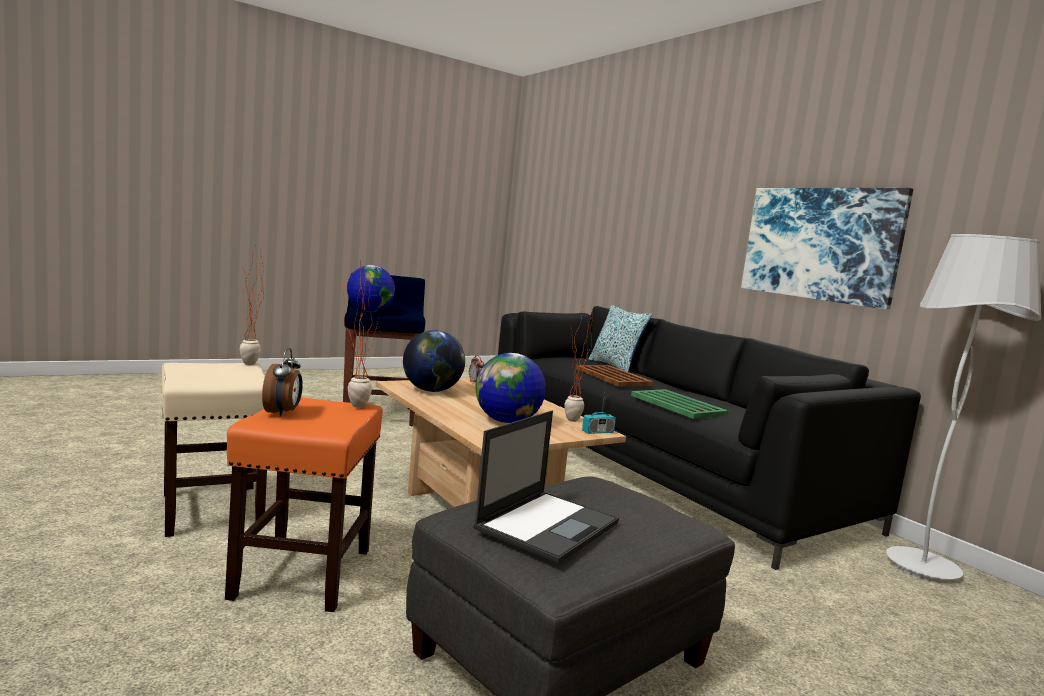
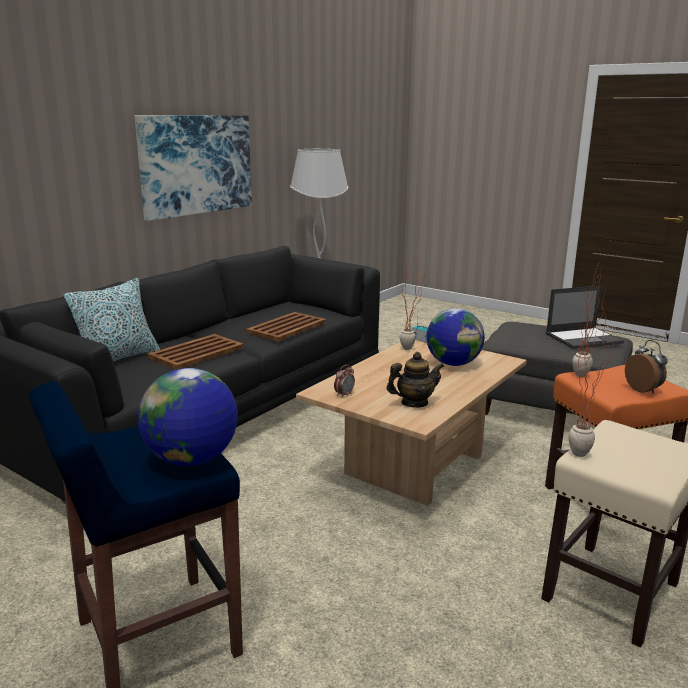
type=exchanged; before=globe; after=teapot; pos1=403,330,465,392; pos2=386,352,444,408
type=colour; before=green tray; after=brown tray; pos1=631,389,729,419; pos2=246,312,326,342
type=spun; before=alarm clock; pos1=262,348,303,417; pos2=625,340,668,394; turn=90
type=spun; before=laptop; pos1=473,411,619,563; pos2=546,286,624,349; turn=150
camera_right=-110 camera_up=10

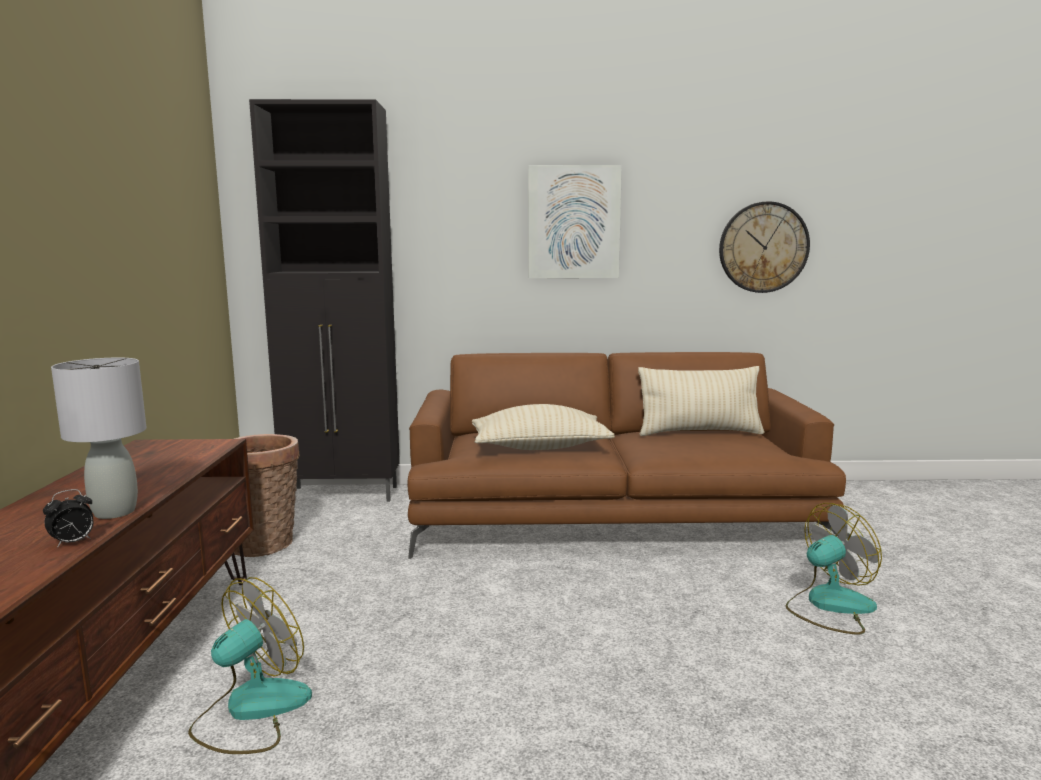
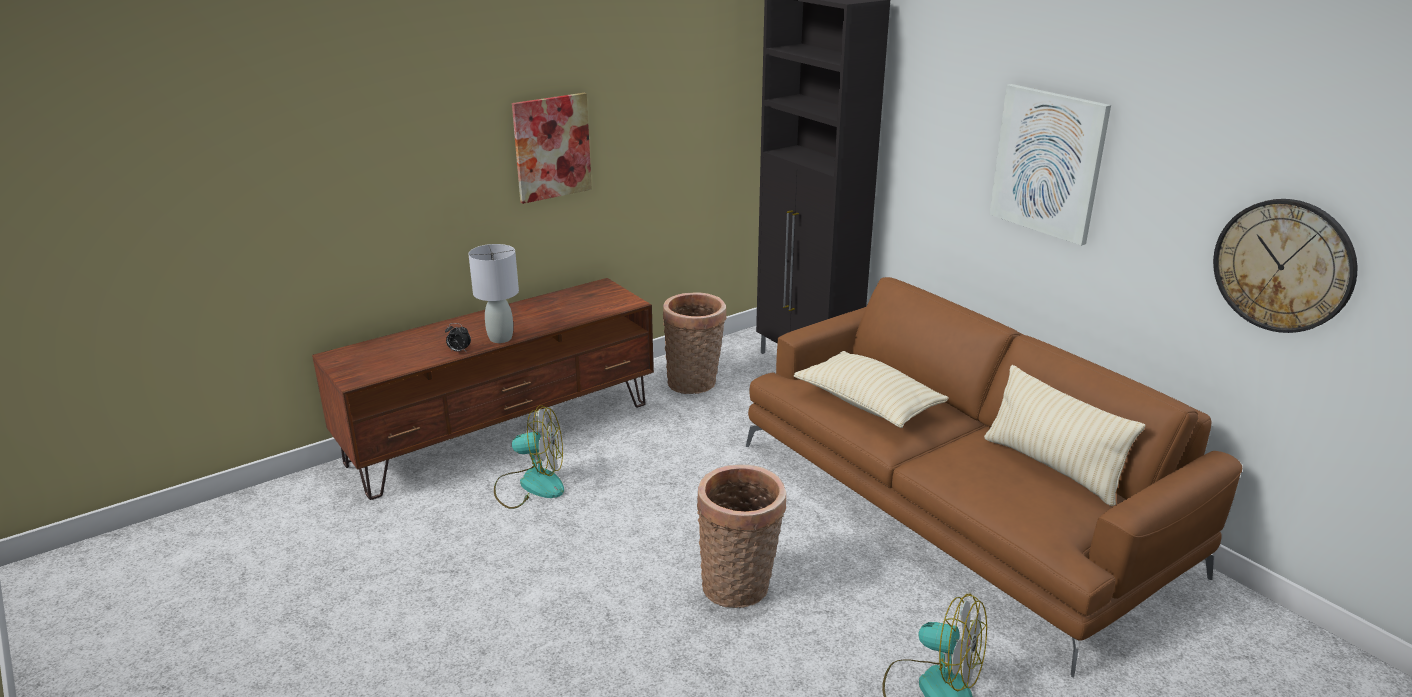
type=appeared; after=picture; pos2=512,93,592,204
type=appeared; after=basket; pos2=697,465,786,608
camera_right=55 camera_up=15

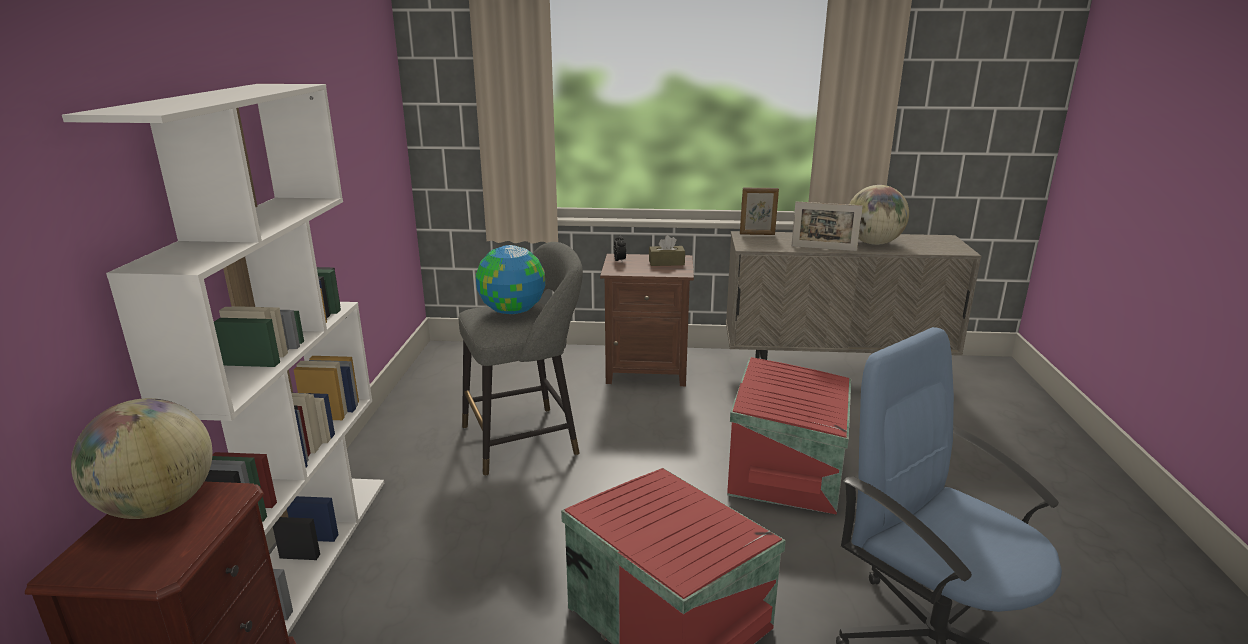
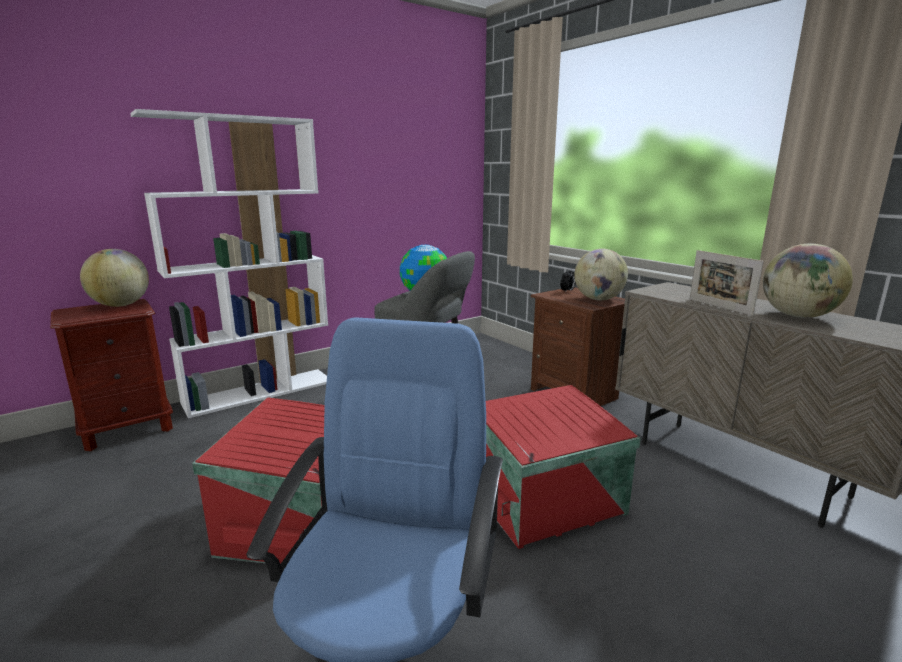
type=missing; before=picture frame; pos1=740,187,779,235
type=exchanged; before=brown tissue box; after=globe; pos1=649,235,685,266; pos2=574,249,628,300
camera_right=50 camera_up=-5

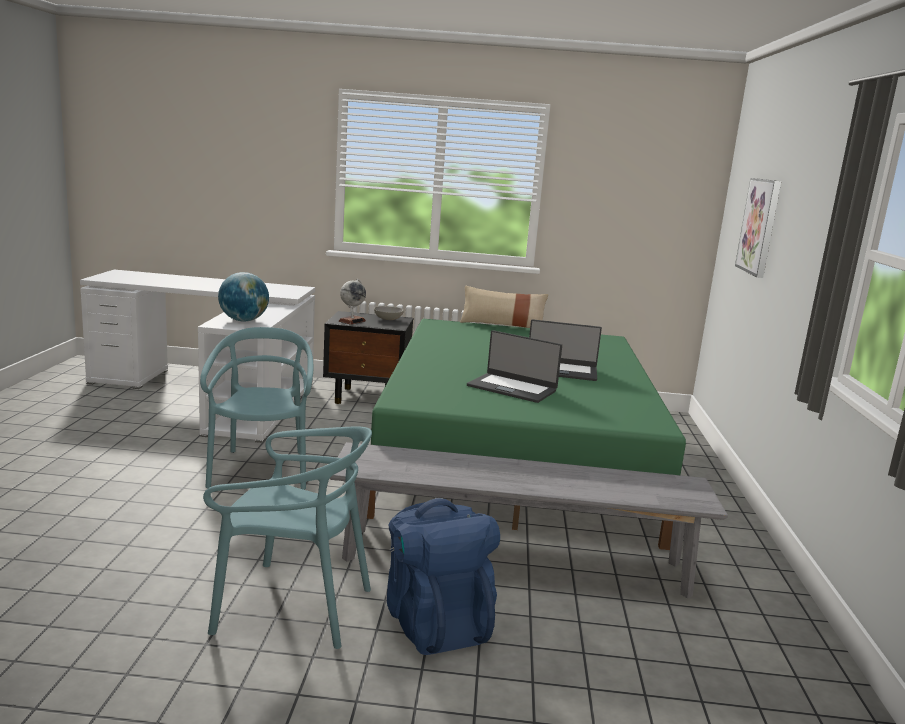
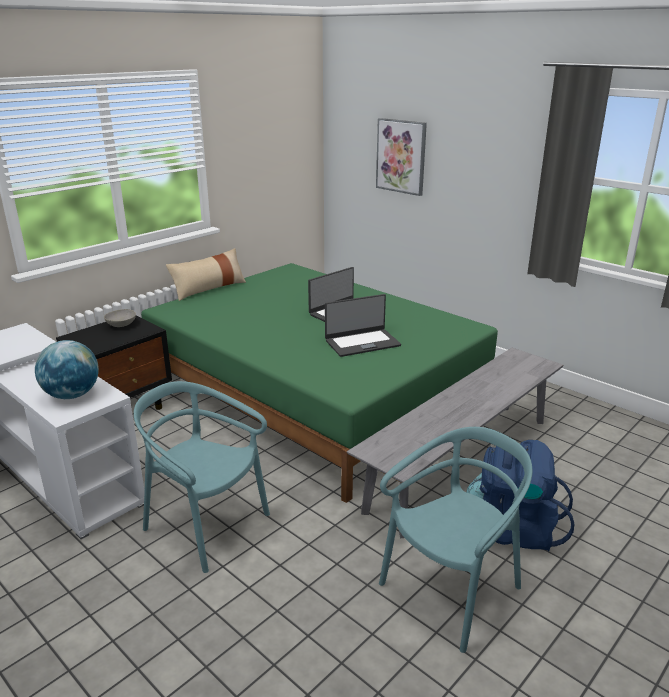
type=missing; before=globe; pos1=338,279,366,325
camera_right=-50 camera_up=10

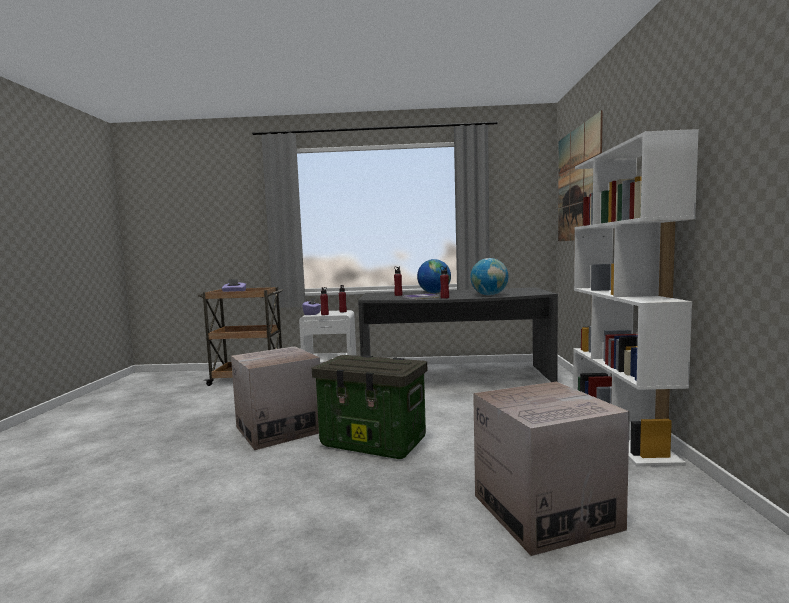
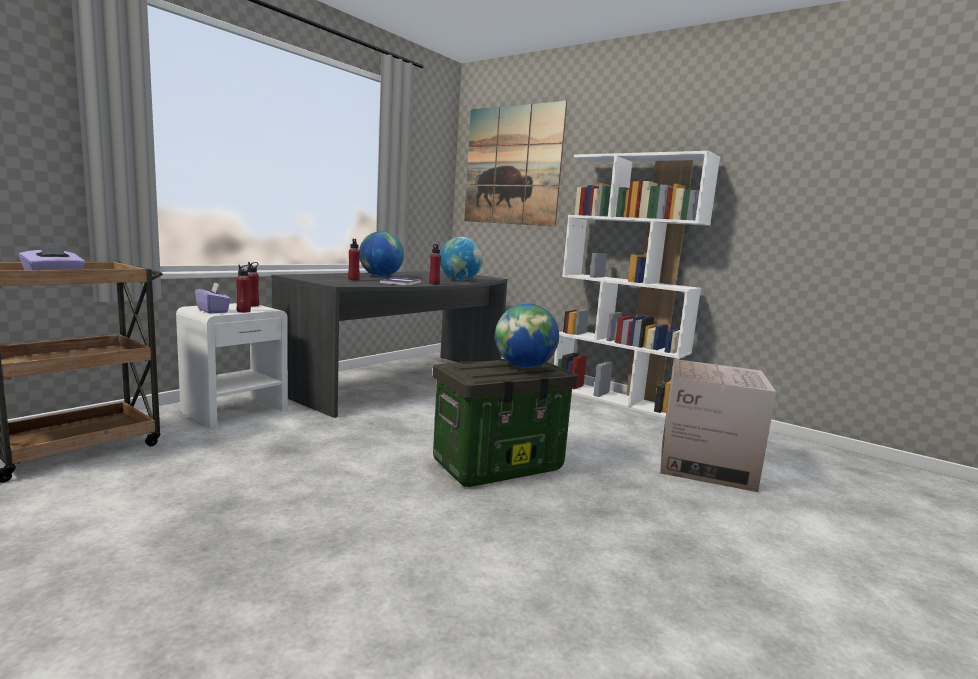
type=missing; before=cardboard box; pos1=231,346,320,450
type=appeared; after=globe; pos2=495,303,559,368
camera_right=-55 camera_up=5

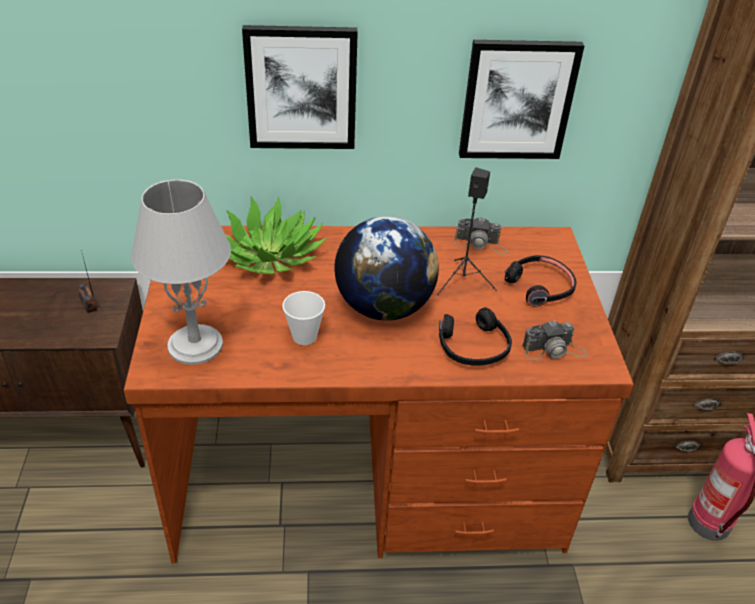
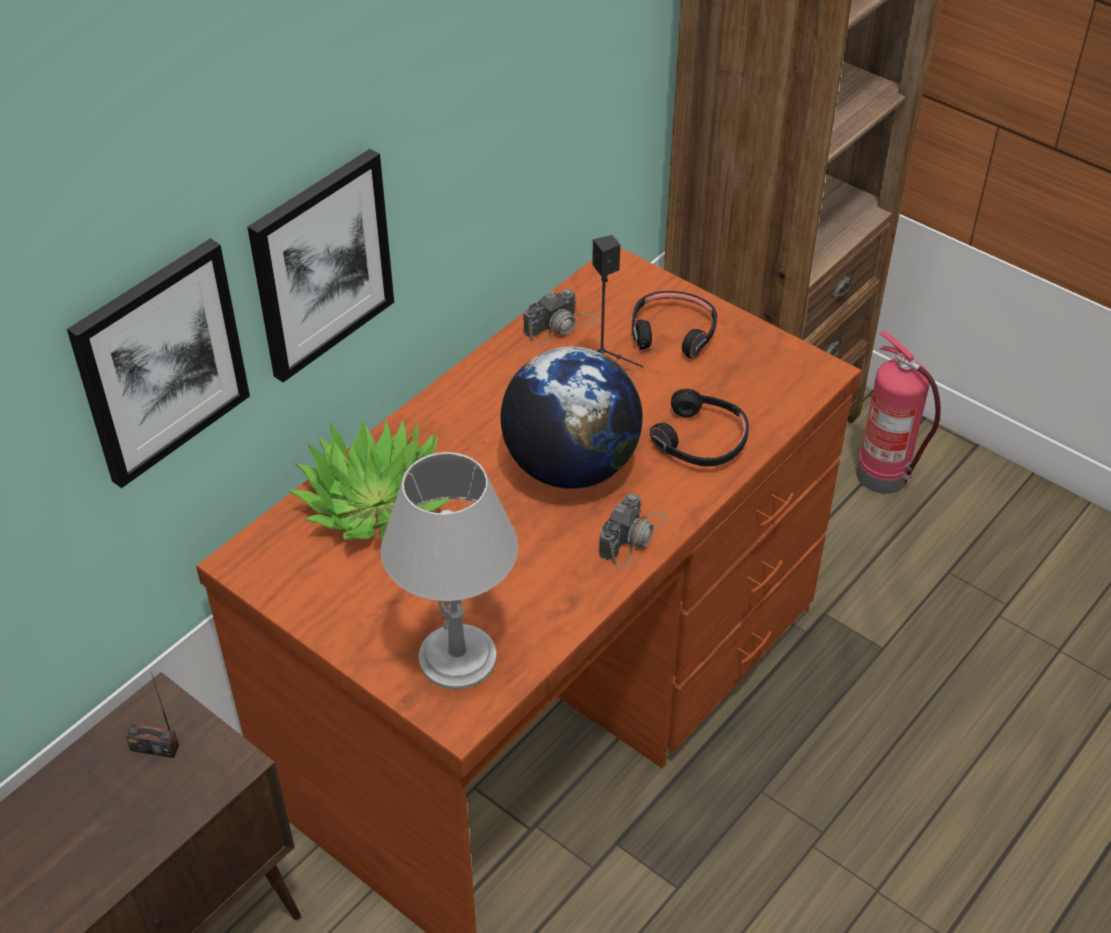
type=missing; before=cup; pos1=282,291,325,345
type=relocated; before=picture; pos1=459,40,584,159; pos2=67,239,250,488
type=relocated; before=photo camera; pos1=522,320,587,360; pos2=599,493,668,567
camera_right=-45 camera_up=5

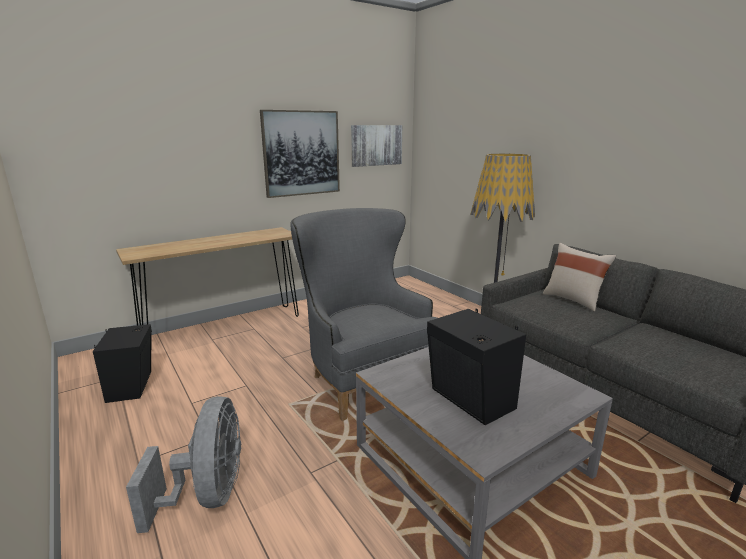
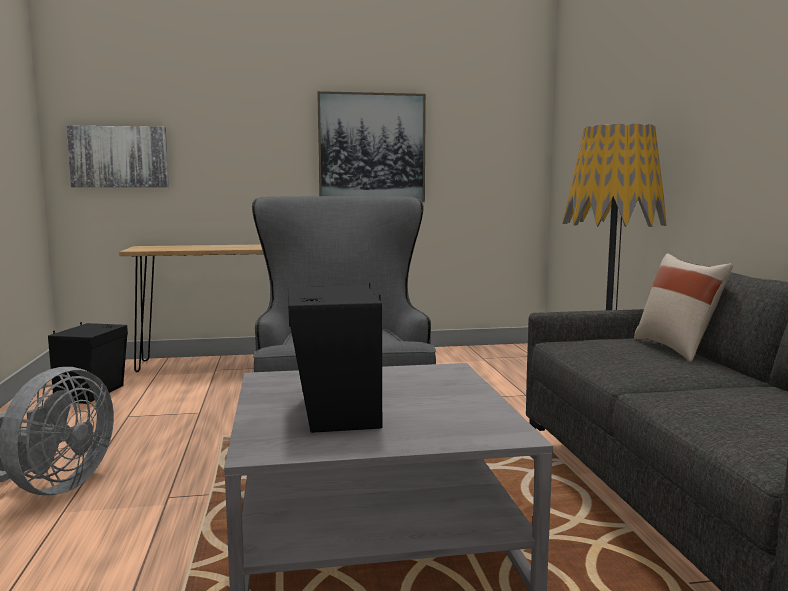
type=relocated; before=picture; pos1=351,125,402,167; pos2=66,125,169,187
camera_right=25 camera_up=-10

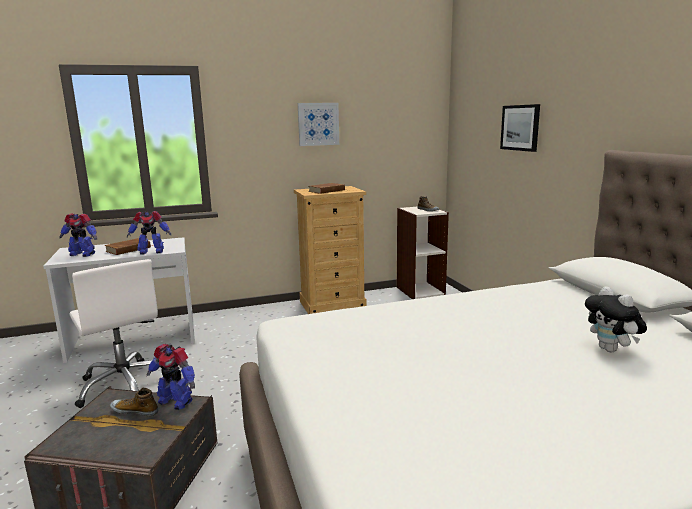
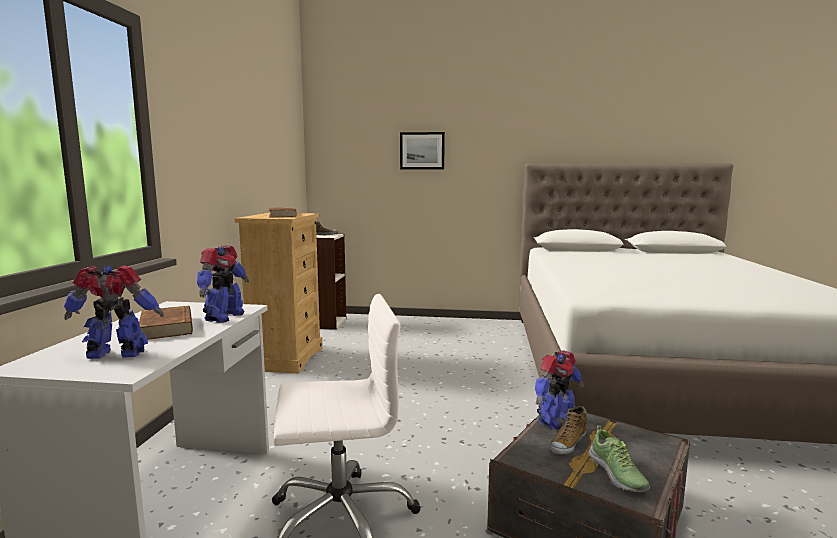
type=missing; before=picture; pos1=298,103,339,146
type=missing; before=plush toy; pos1=585,286,647,352
type=appeared; after=shoe; pos2=589,426,650,492
type=spun; before=toy robot; pos1=59,213,97,257; pos2=63,265,164,359; turn=-135
camera_right=-65 camera_up=-5

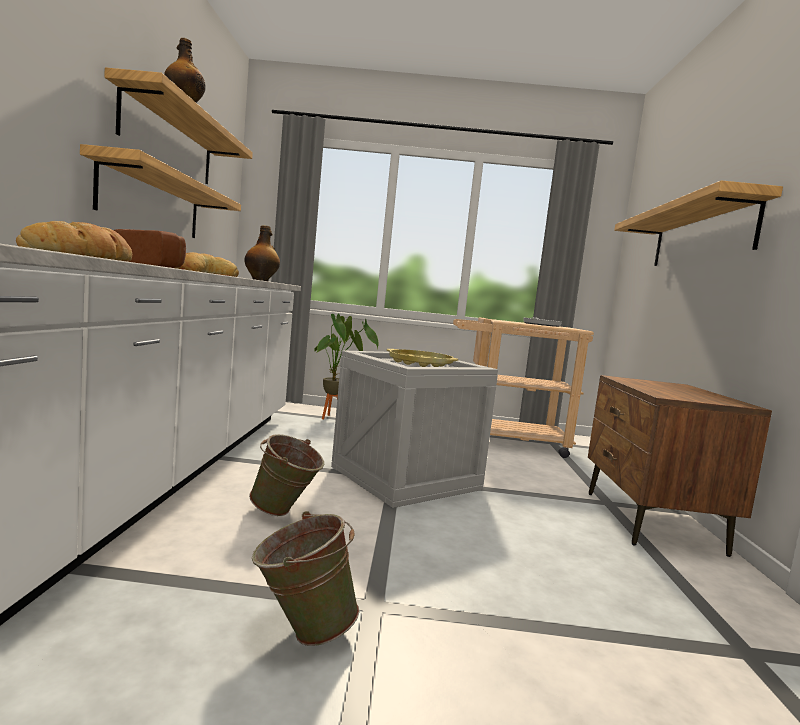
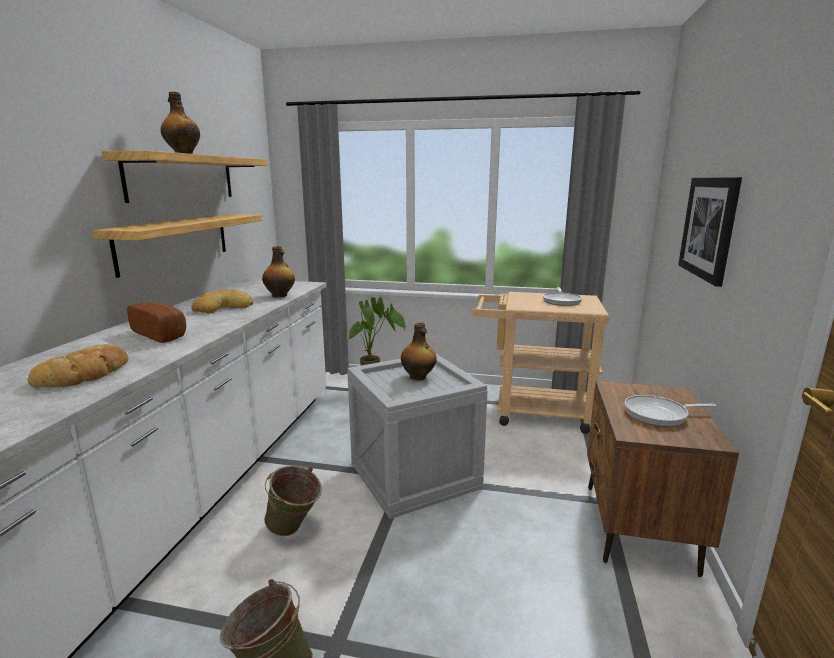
type=appeared; after=frying pan; pos2=624,395,716,427
type=exchanged; before=yellow tray; after=bottle; pos1=387,349,458,367; pos2=401,322,437,380
type=exchanged; before=shelf; after=picture; pos1=614,180,783,266; pos2=678,177,742,287
camera_right=10 camera_up=10

